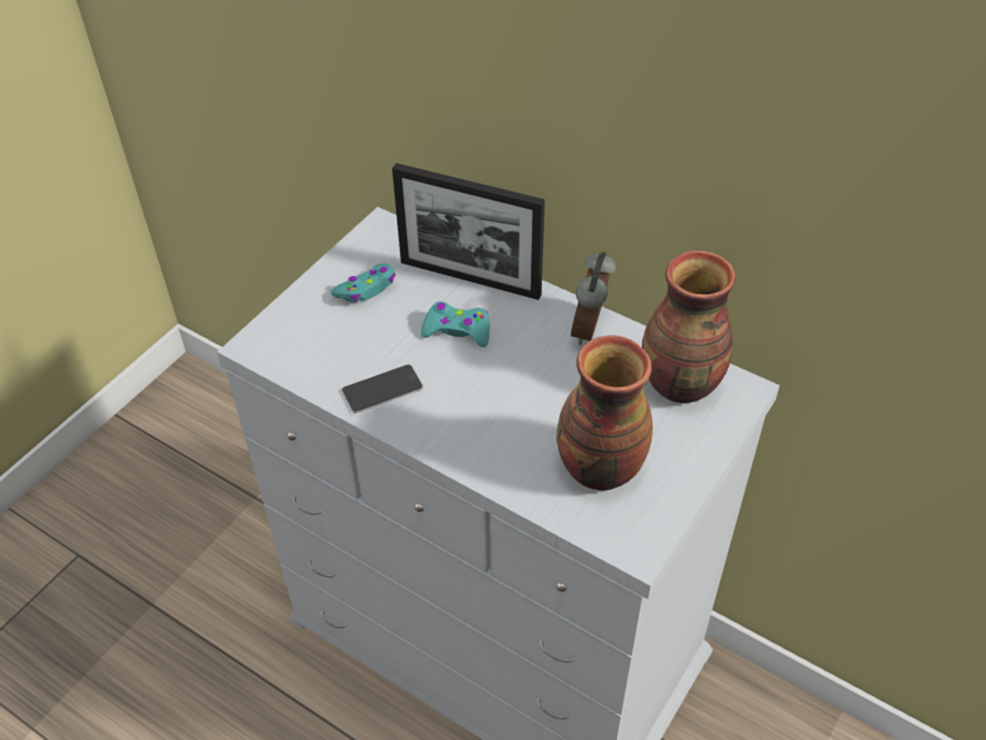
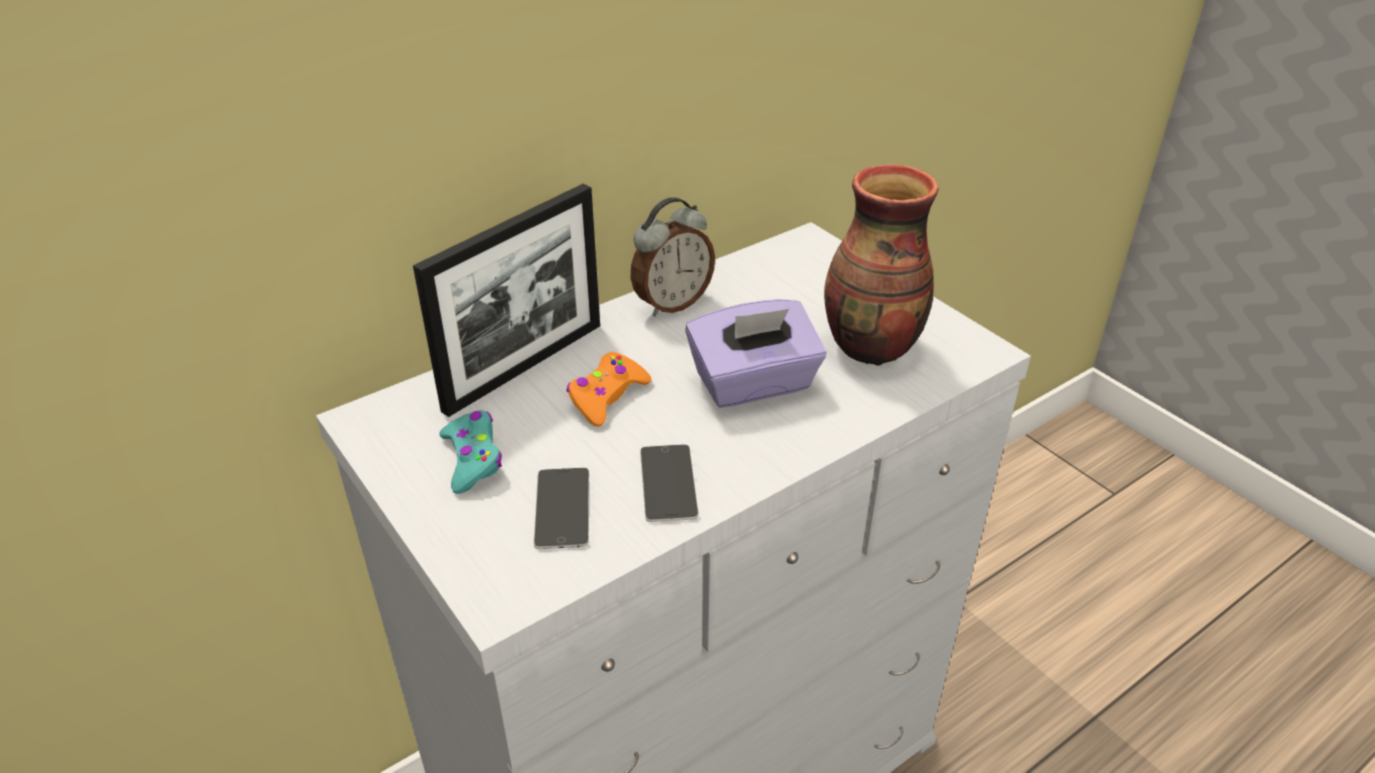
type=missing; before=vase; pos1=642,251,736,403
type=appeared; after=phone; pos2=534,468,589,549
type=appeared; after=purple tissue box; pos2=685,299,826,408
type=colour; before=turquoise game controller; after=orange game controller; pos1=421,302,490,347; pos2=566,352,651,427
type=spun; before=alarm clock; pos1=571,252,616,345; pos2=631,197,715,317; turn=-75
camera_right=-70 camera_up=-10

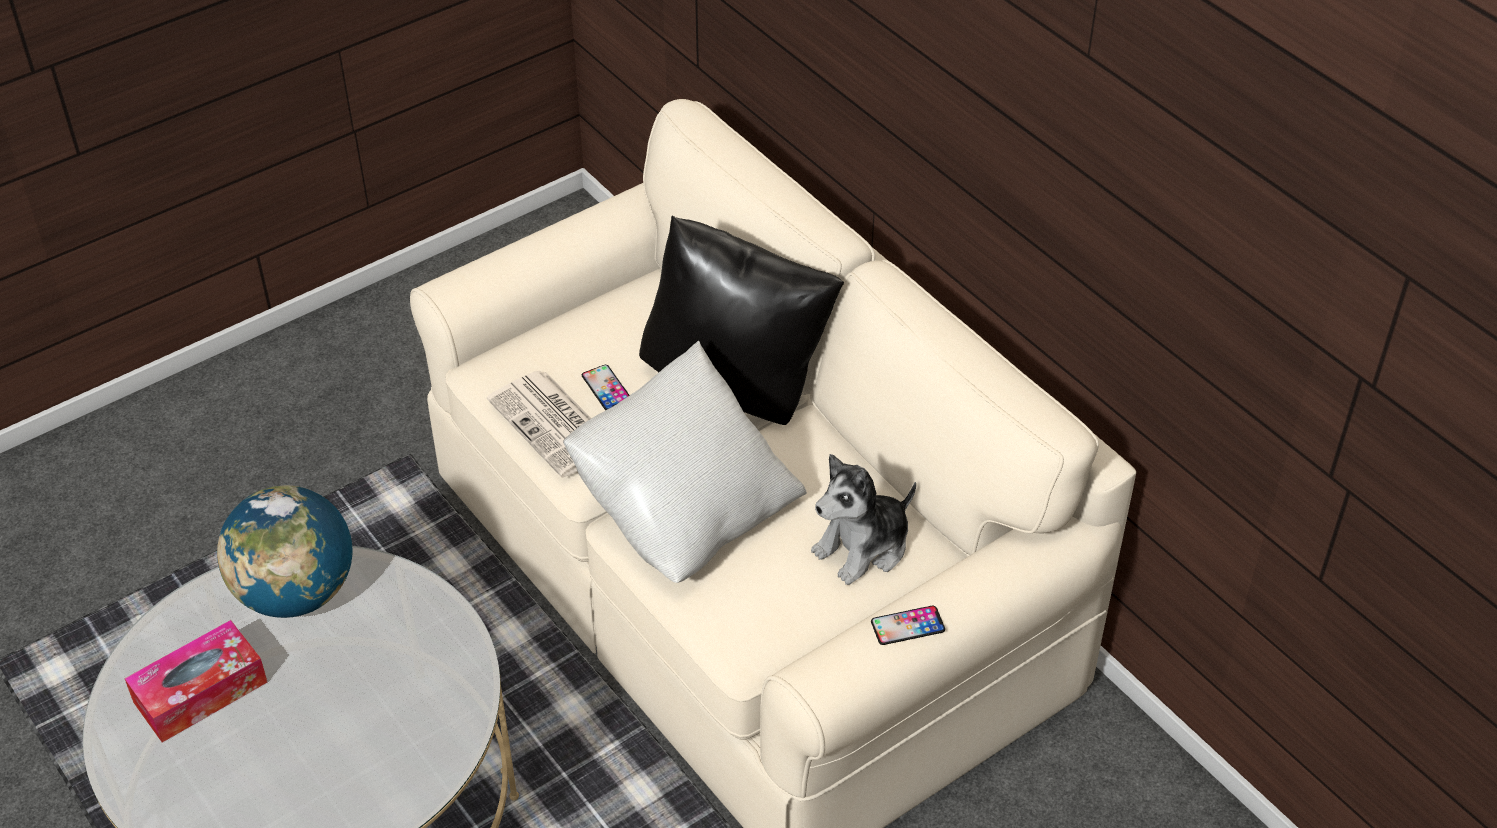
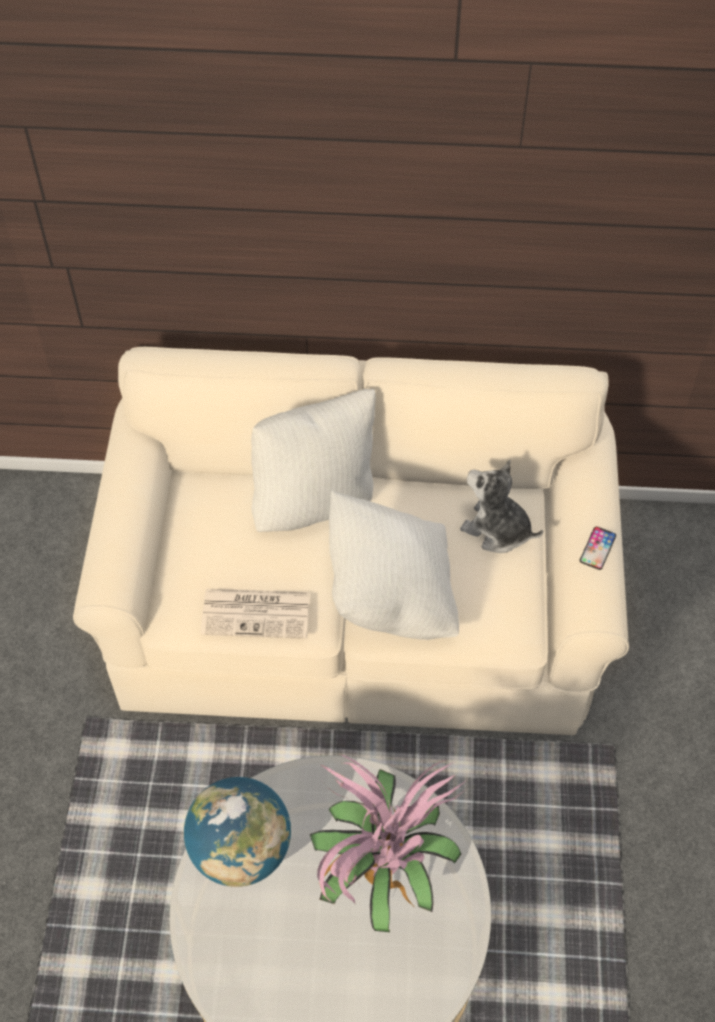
type=missing; before=tissue box; pos1=124,620,267,742
type=missing; before=phone; pos1=582,365,629,410
type=appeared; after=potted plant; pos2=310,754,467,932
type=colour; before=black pillow; after=white pillow; pos1=639,216,844,425; pos2=251,389,376,532
type=spun; before=plush toy; pos1=811,454,916,585; pos2=460,460,543,553; turn=120
camera_right=-50 camera_up=10

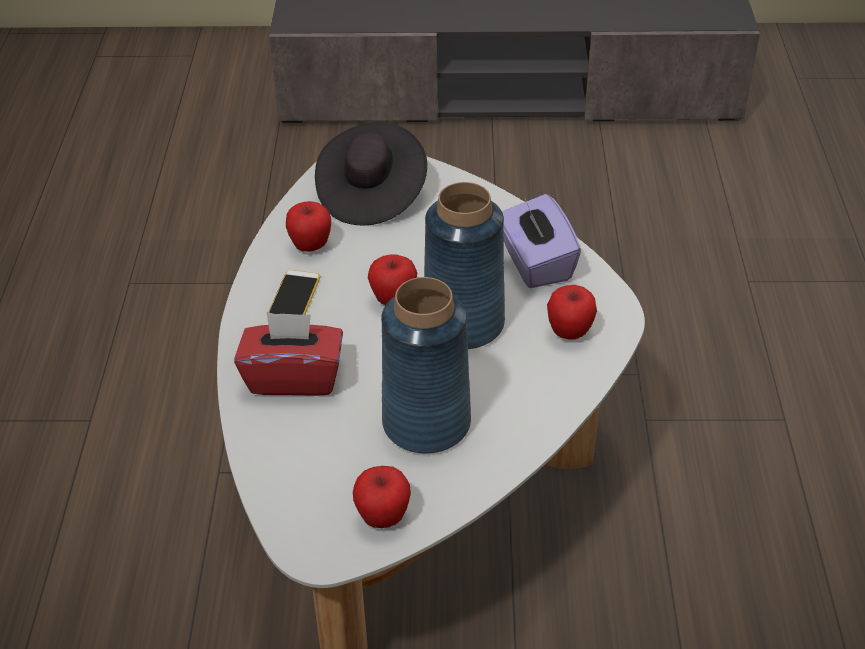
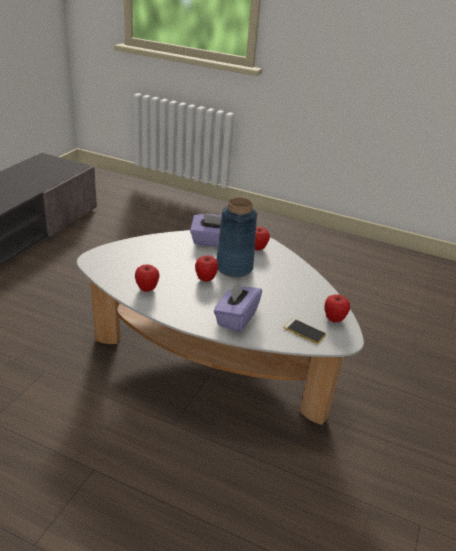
type=missing; before=black hat; pos1=315,121,427,226
type=missing; before=blue vase; pos1=381,277,471,453
type=relocated; before=phone; pos1=269,270,320,315; pos2=283,318,326,344
type=colour; before=red tissue box; after=purple tissue box; pos1=234,312,343,396; pos2=214,280,262,332
camera_right=-70 camera_up=-10

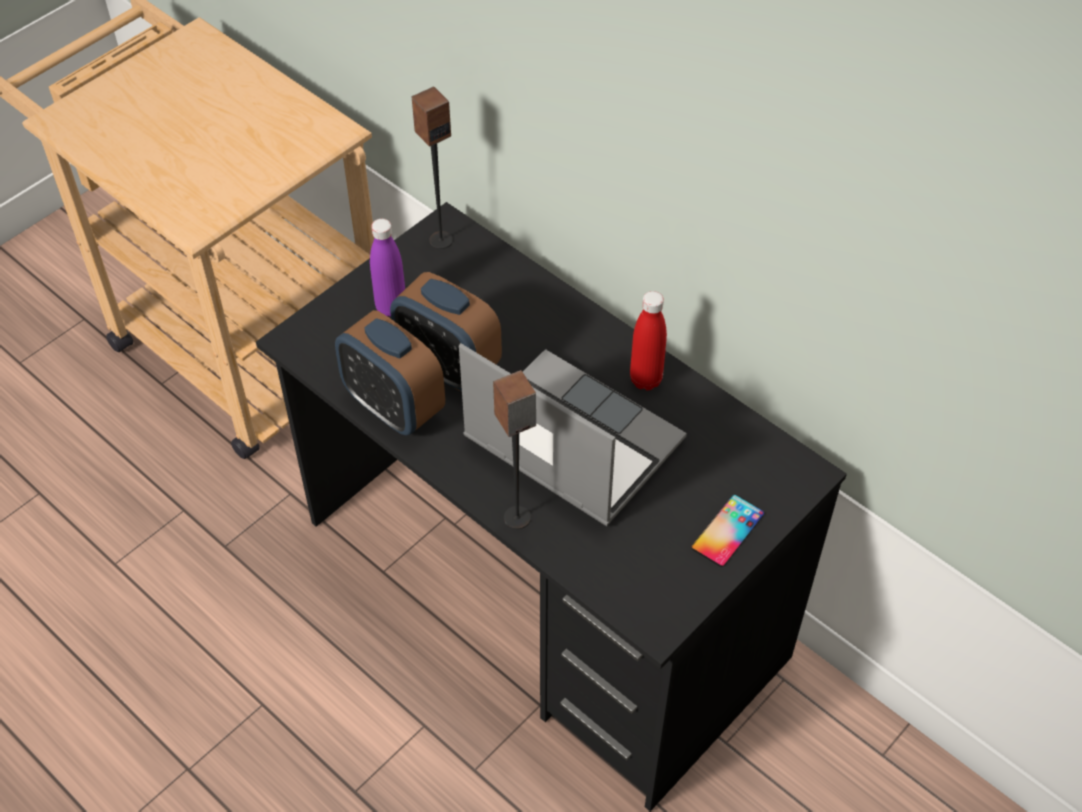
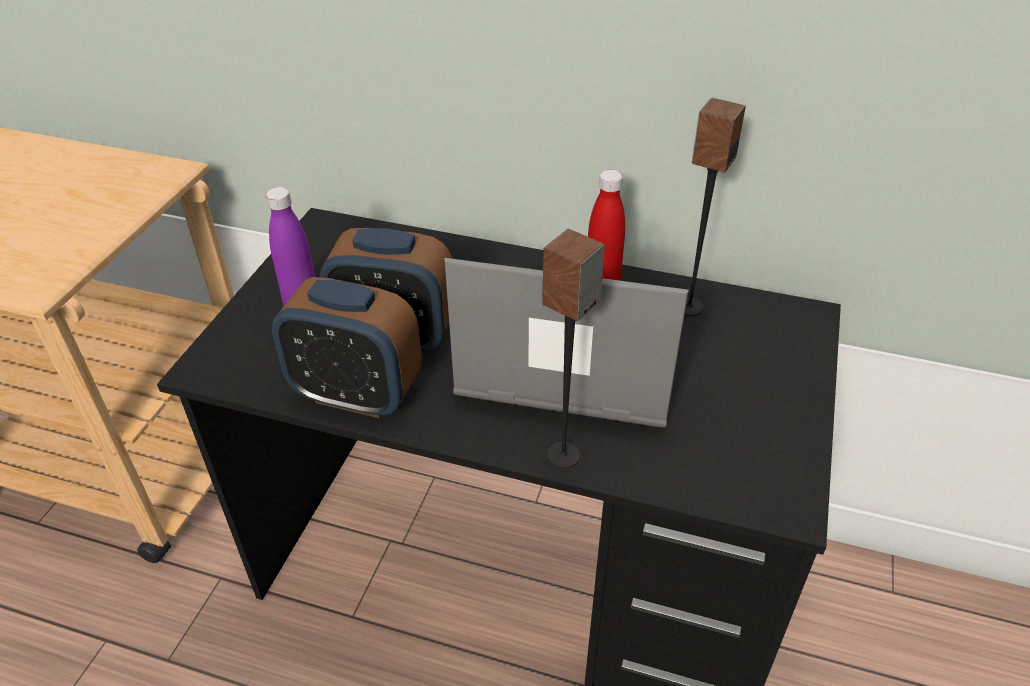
type=missing; before=phone; pos1=691,495,764,567
type=relocated; before=speaker; pos1=411,86,453,249; pos2=685,98,746,316
camera_right=-25 camera_up=-10

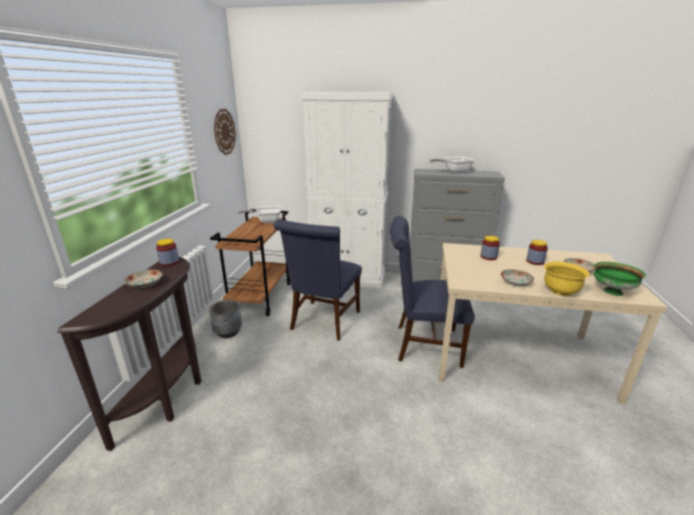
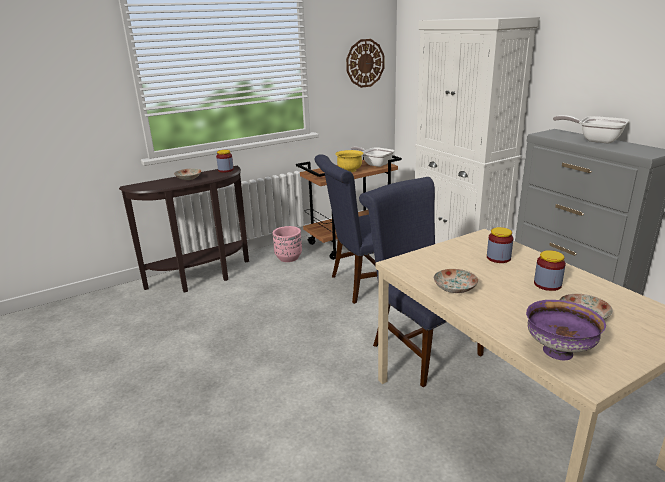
type=relocated; before=yellow bowl; pos1=544,262,590,296; pos2=335,150,363,172
type=colour; before=grey planter; after=pink planter; pos1=209,300,242,338; pos2=273,226,302,262
type=colour; before=green bowl; after=purple bowl; pos1=594,262,646,296; pos2=526,300,606,360
camera_right=50 camera_up=0

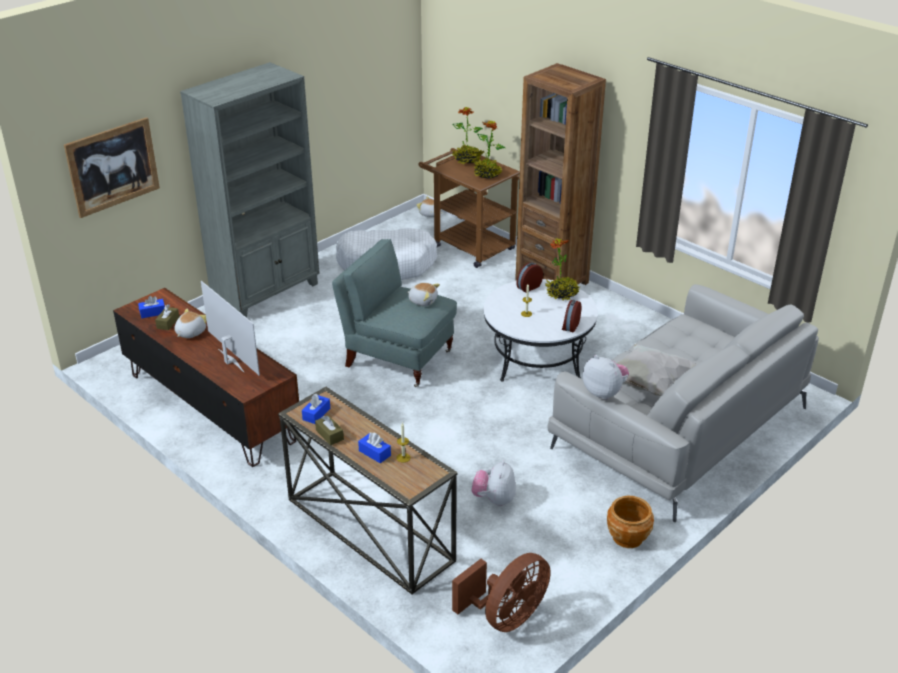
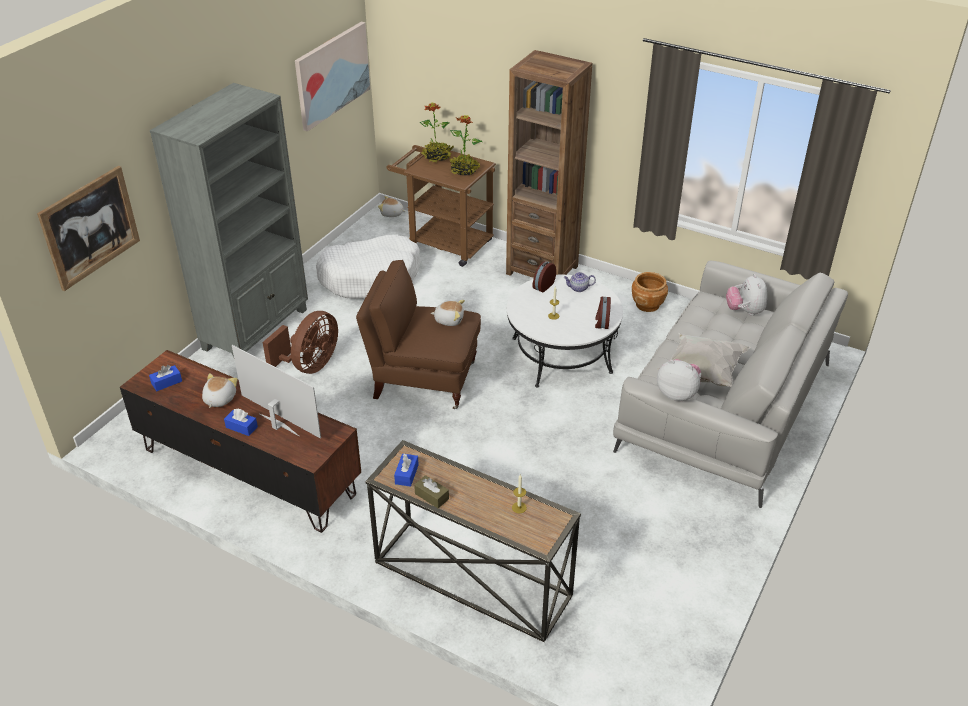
type=missing; before=brown tissue box; pos1=155,304,179,330
type=appeared; after=picture; pos2=295,22,370,131
type=relocated; before=blue tissue box; pos1=358,433,391,463; pos2=224,409,258,436
type=relocated; before=brown fan; pos1=452,553,551,632; pos2=263,311,338,374
type=relocated; before=plush toy; pos1=472,461,516,506; pos2=726,274,767,316
type=relocated; before=brown planter; pos1=607,495,654,548; pos2=632,272,668,312
type=exchanged; before=potted plant; after=teapot; pos1=545,238,580,301; pos2=563,272,596,292
type=colour; before=grey armchair; after=brown armchair; pos1=332,239,457,387; pos2=356,260,481,409
camera_right=-15 camera_up=5

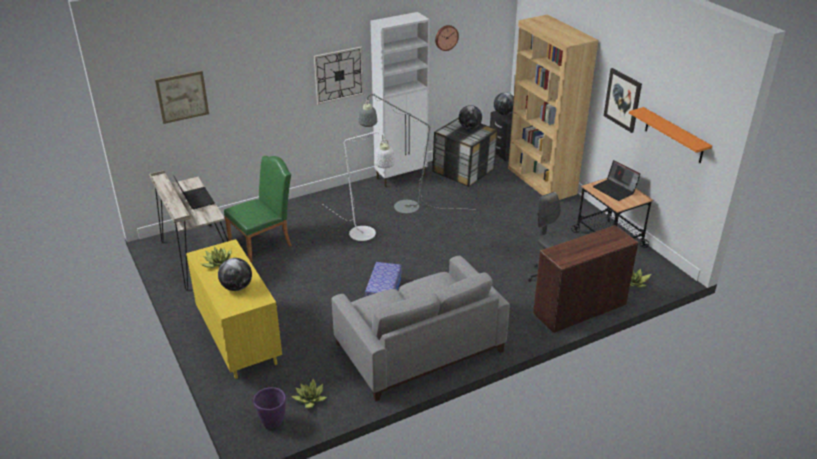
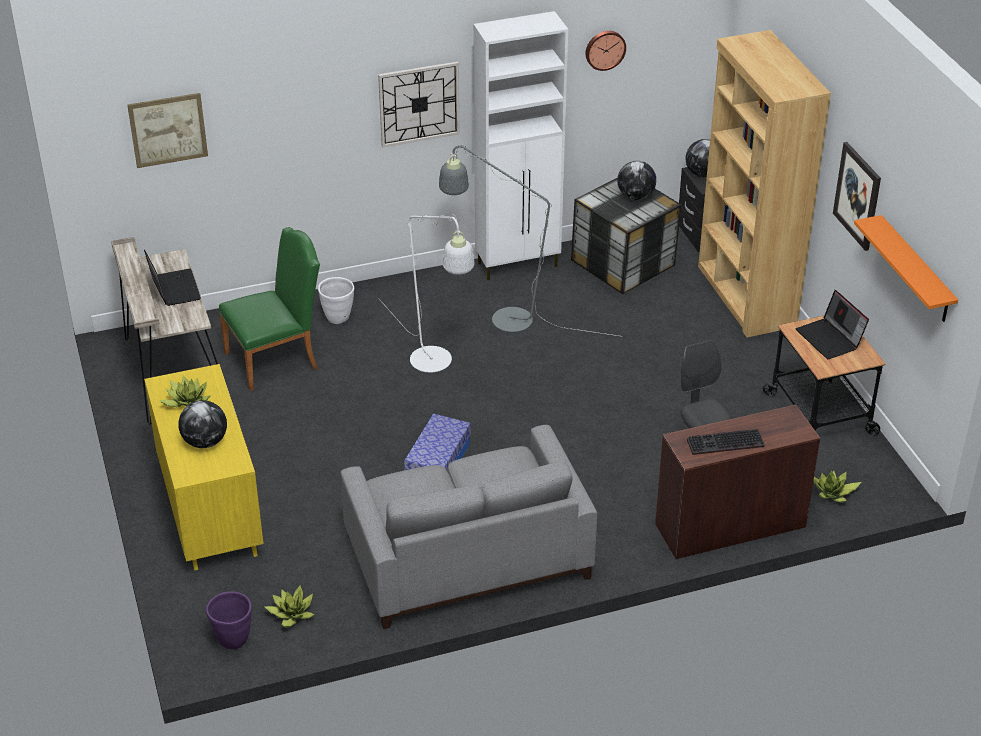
type=appeared; after=white planter; pos2=318,277,354,324
type=appeared; after=keyboard; pos2=687,429,765,455
camera_right=10 camera_up=5

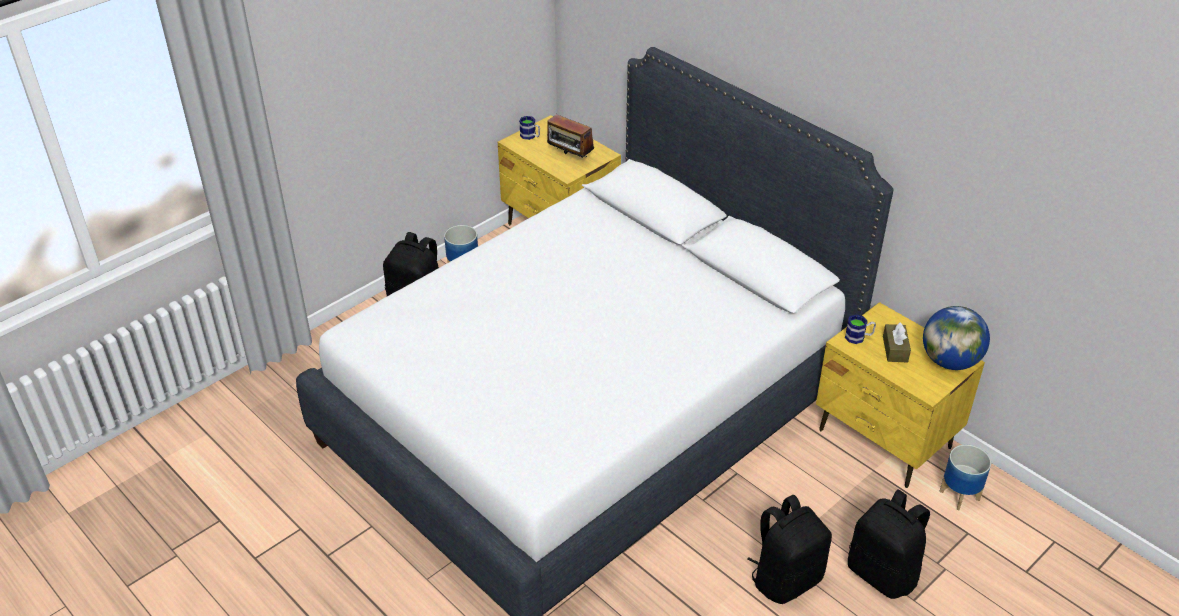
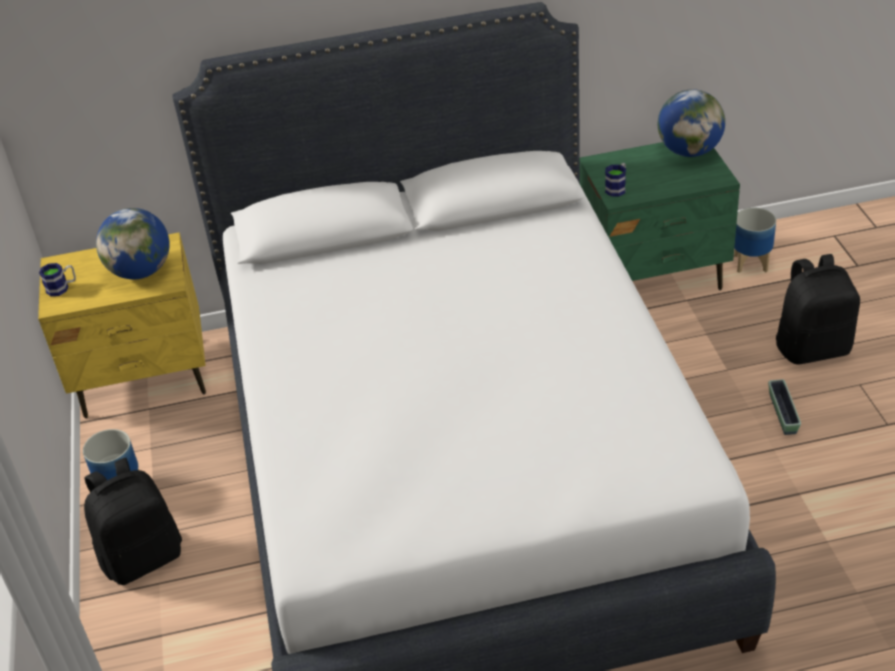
type=missing; before=brown tissue box; pos1=883,322,911,362
type=exchanged; before=radio; after=globe; pos1=547,113,594,158; pos2=96,208,170,279
type=exchanged; before=black backpack; after=planter; pos1=748,495,832,604; pos2=768,379,801,435
type=colour; before=yellow nightstand; after=green nightstand; pos1=816,302,985,488; pos2=580,142,740,290
camera_right=-55 camera_up=0

